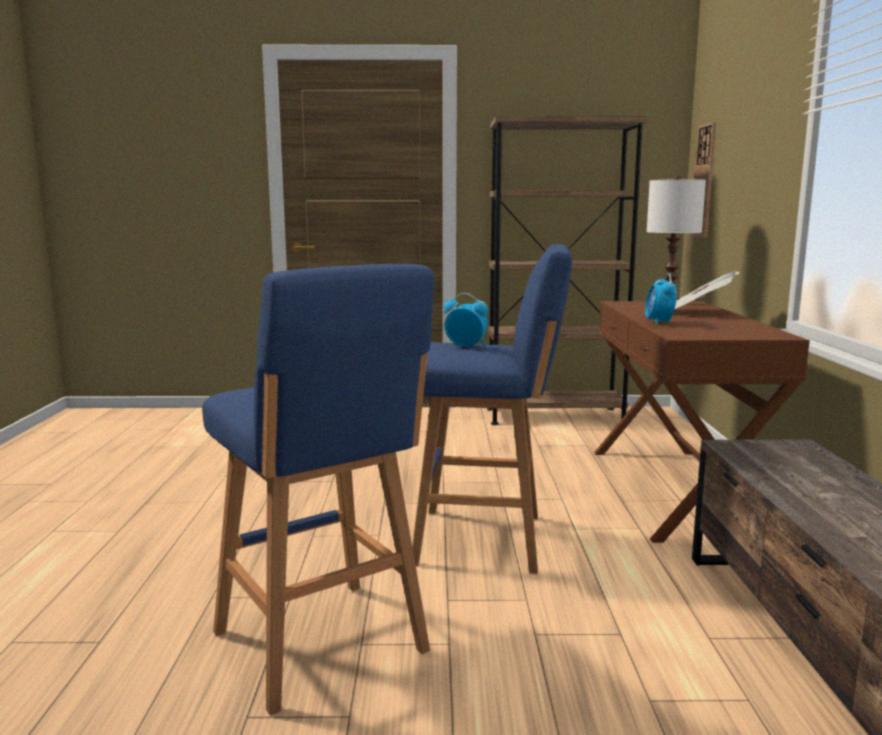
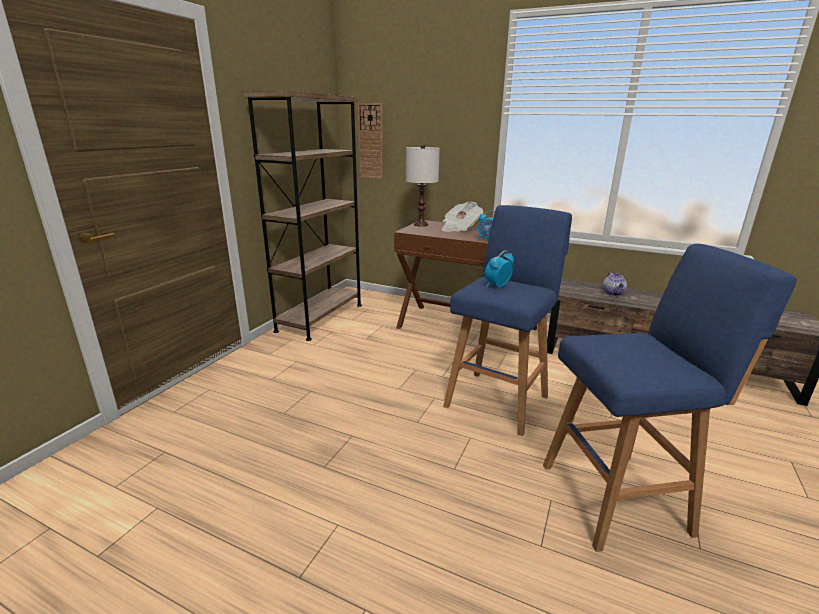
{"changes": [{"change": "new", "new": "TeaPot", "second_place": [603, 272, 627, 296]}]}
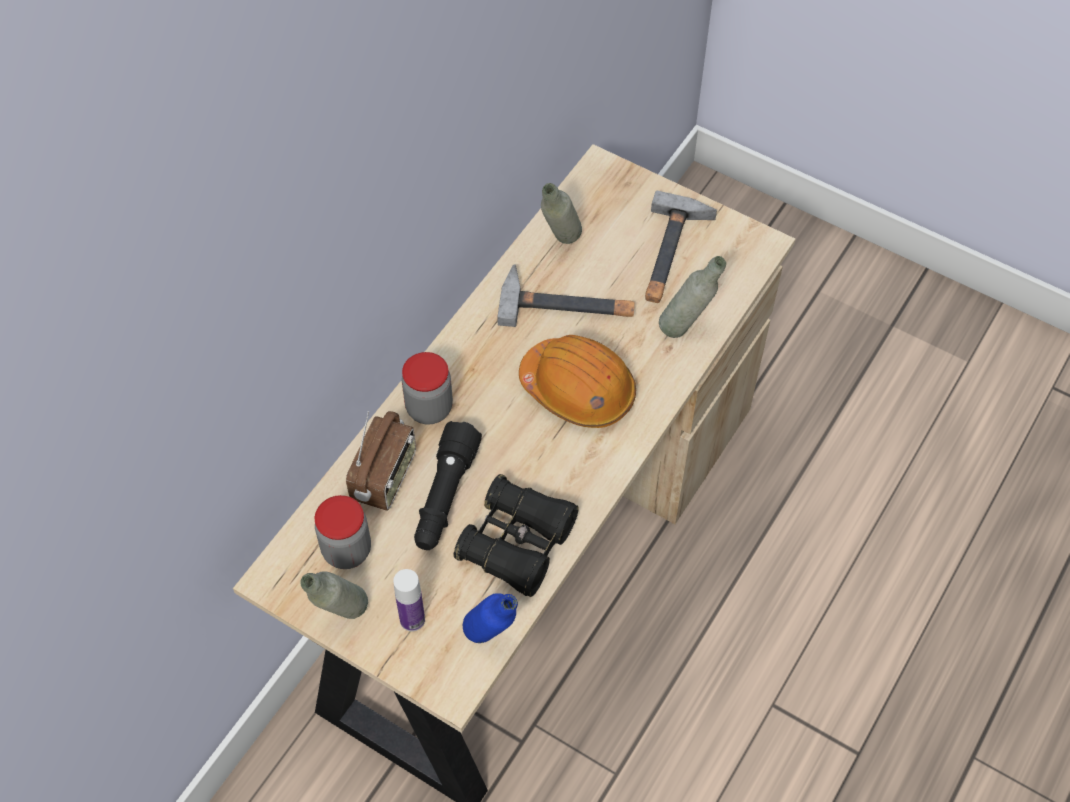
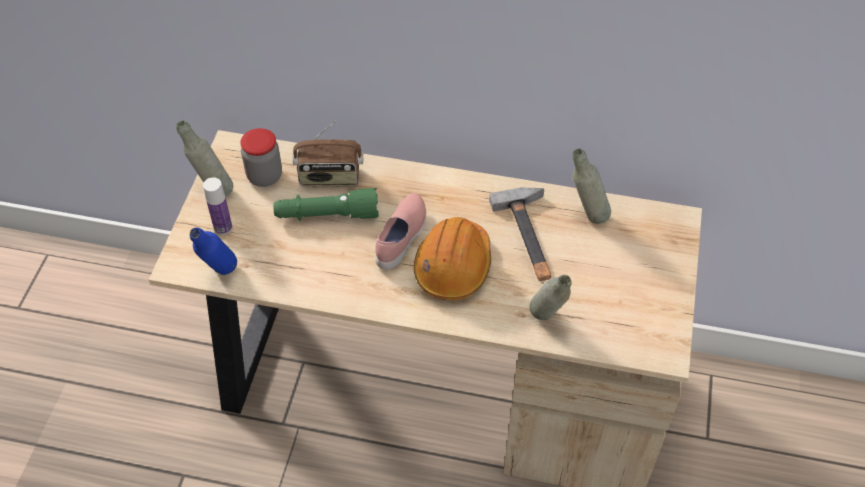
{"changes": [{"change": "repainted", "old": "BlackColouredTorch", "new": "GreenColouredTorch", "first_place": [414, 421, 482, 550], "second_place": [273, 188, 379, 221]}, {"change": "new", "new": "PinkishShoe", "second_place": [375, 193, 426, 270]}, {"change": "gone", "old": "PreserveJar", "first_place": [402, 352, 453, 425]}, {"change": "gone", "old": "BlackColouredPairOfBinoculars", "first_place": [454, 474, 579, 597]}, {"change": "gone", "old": "Hammer", "first_place": [645, 191, 717, 303]}]}
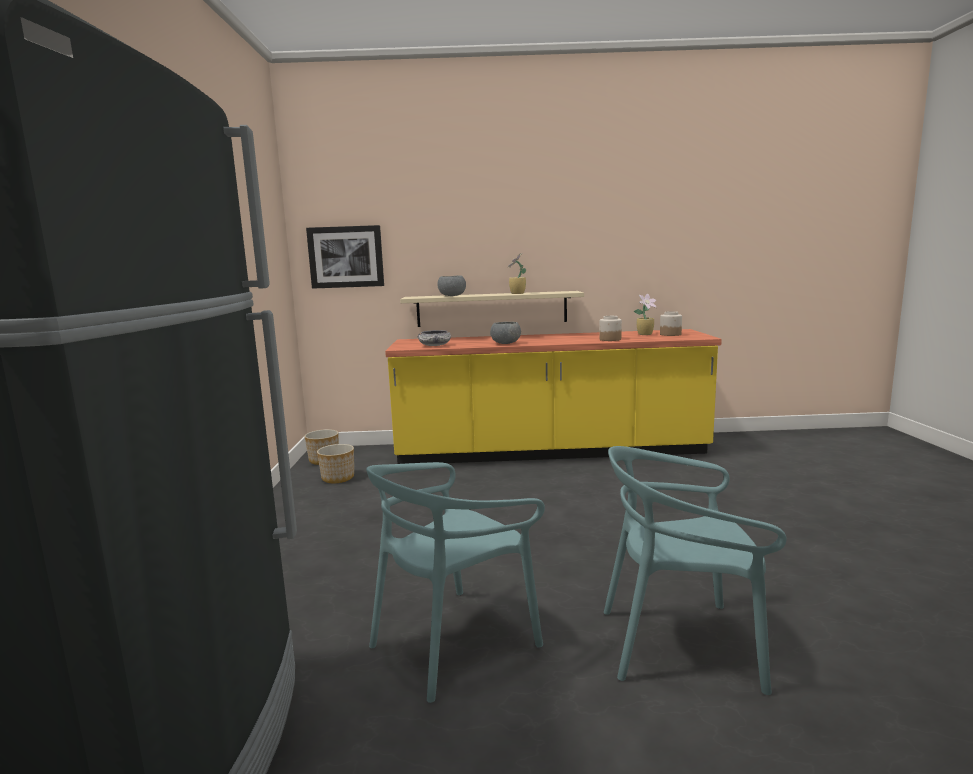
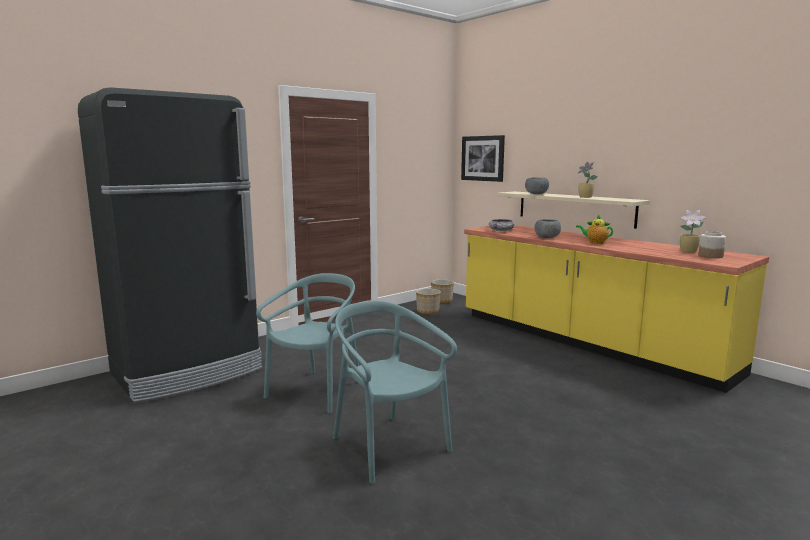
{"changes": [{"change": "rotated", "old": "TurquoiseUprightChair", "first_place": [366, 462, 545, 703], "second_place": [256, 273, 359, 414], "degrees": 105}, {"change": "new", "new": "TeaPot", "second_place": [576, 214, 613, 244]}, {"change": "gone", "old": "PreserveJar", "first_place": [599, 316, 622, 341]}]}
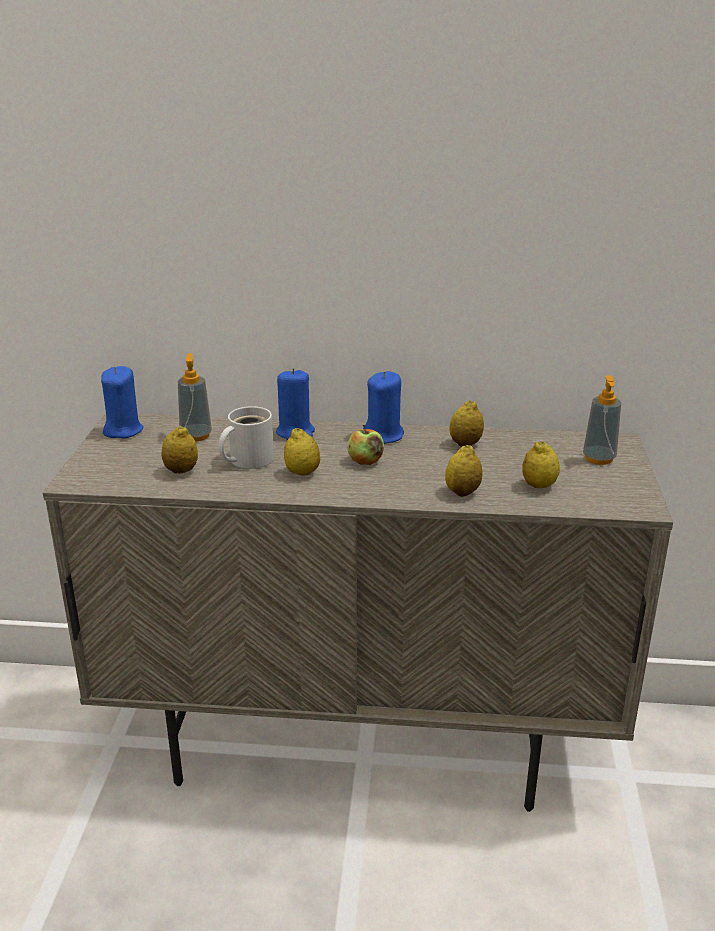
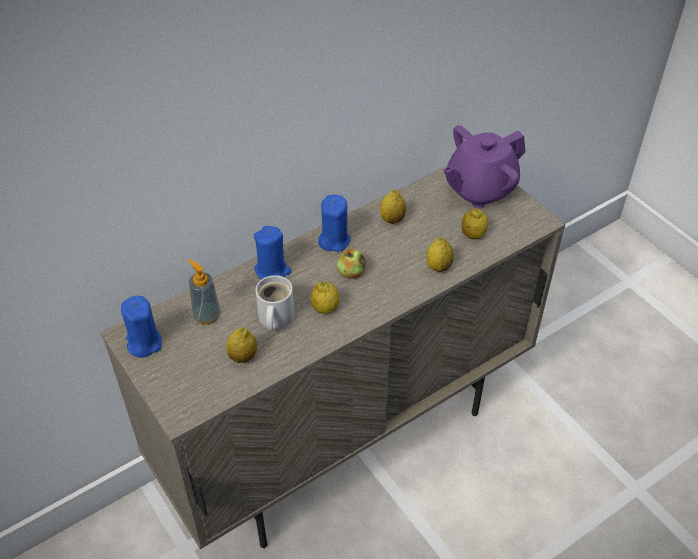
{"changes": [{"change": "swapped", "old": "SoapBottle", "new": "PurpleTeaPot", "first_place": [583, 375, 621, 465], "second_place": [444, 125, 526, 208]}]}
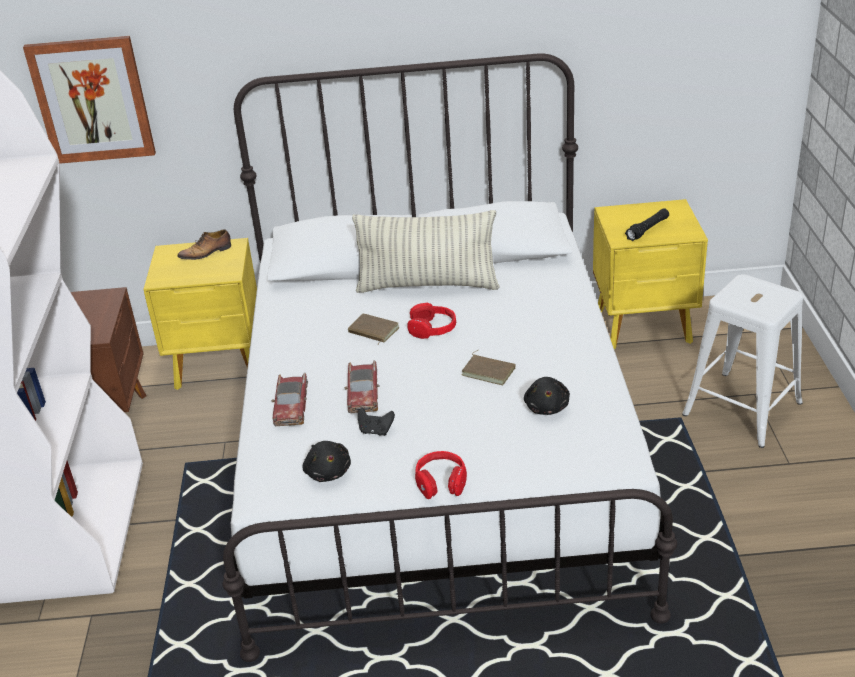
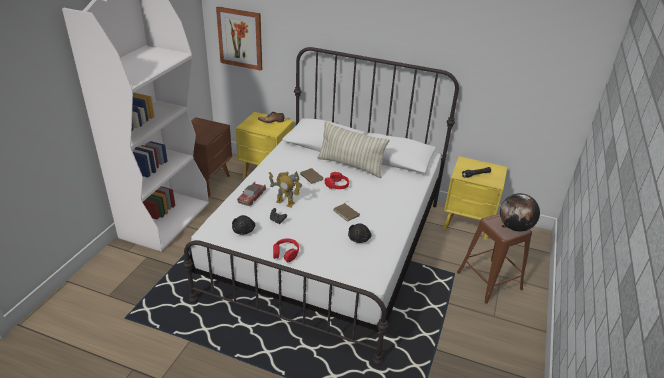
{"changes": [{"change": "swapped", "old": "ToyCar", "new": "ModelRobot", "first_place": [344, 360, 379, 413], "second_place": [269, 171, 302, 208]}, {"change": "repainted", "old": "WhiteSittingStool", "new": "BrownishSittingStool", "first_place": [682, 274, 803, 448], "second_place": [457, 213, 532, 304]}, {"change": "new", "new": "WorldGlobe", "second_place": [500, 193, 540, 231]}]}
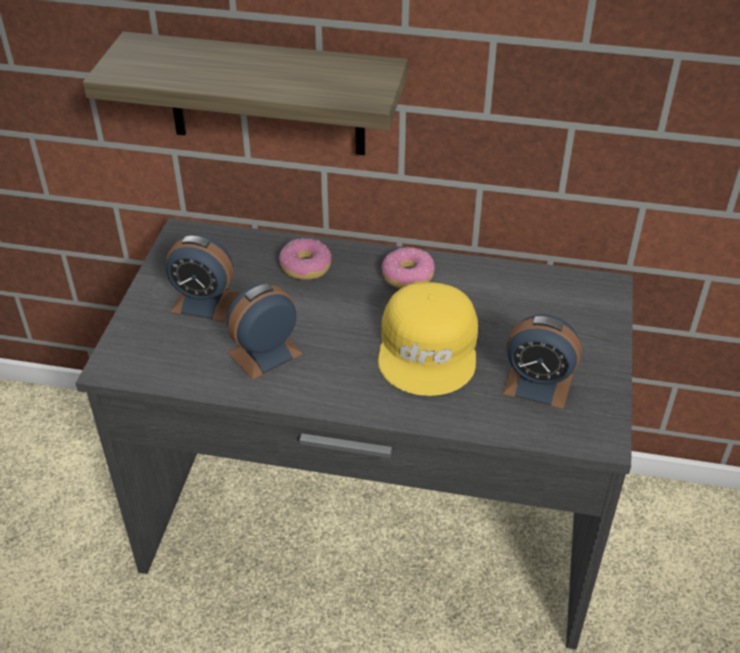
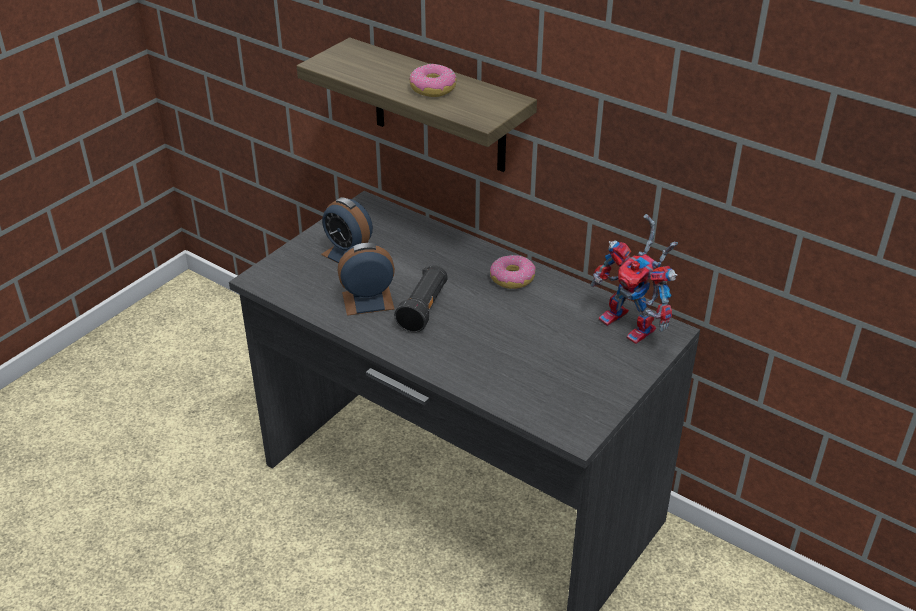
{"changes": [{"change": "new", "new": "BlackColouredTorch", "second_place": [394, 265, 448, 332]}, {"change": "shifted", "old": "Doughnut", "first_place": [279, 238, 332, 280], "second_place": [410, 64, 456, 97]}, {"change": "new", "new": "ModelRobot", "second_place": [591, 214, 678, 344]}, {"change": "gone", "old": "YellowPeakedCap", "first_place": [378, 282, 478, 396]}, {"change": "gone", "old": "TableClock", "first_place": [502, 314, 582, 409]}]}
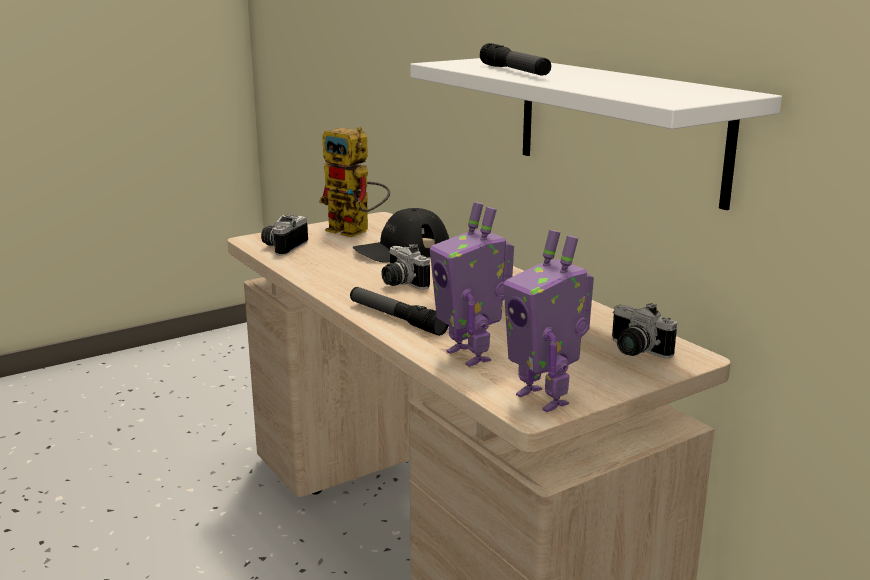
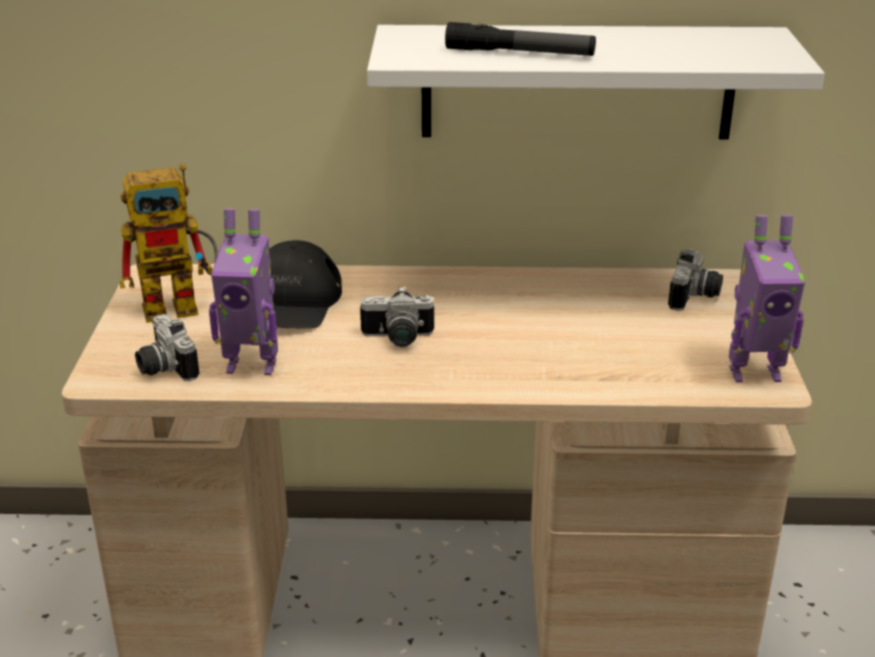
{"changes": [{"change": "shifted", "old": "ModelRobot", "first_place": [430, 202, 514, 367], "second_place": [209, 208, 278, 375]}, {"change": "rotated", "old": "PhotoCamera", "first_place": [612, 303, 677, 358], "second_place": [668, 249, 723, 311], "degrees": -60}, {"change": "gone", "old": "Torch", "first_place": [350, 287, 449, 336]}]}
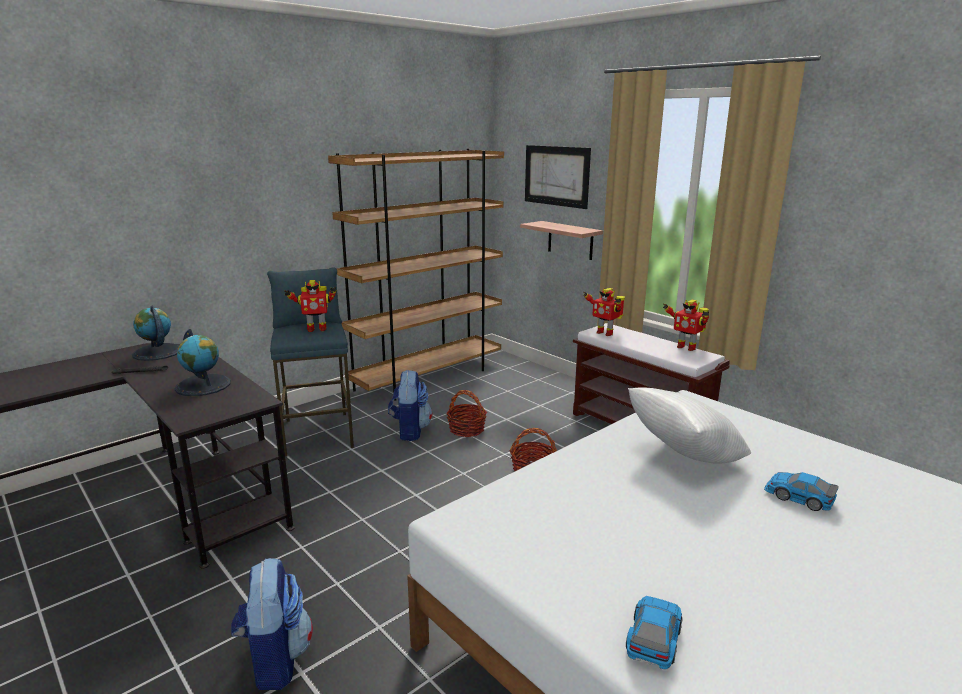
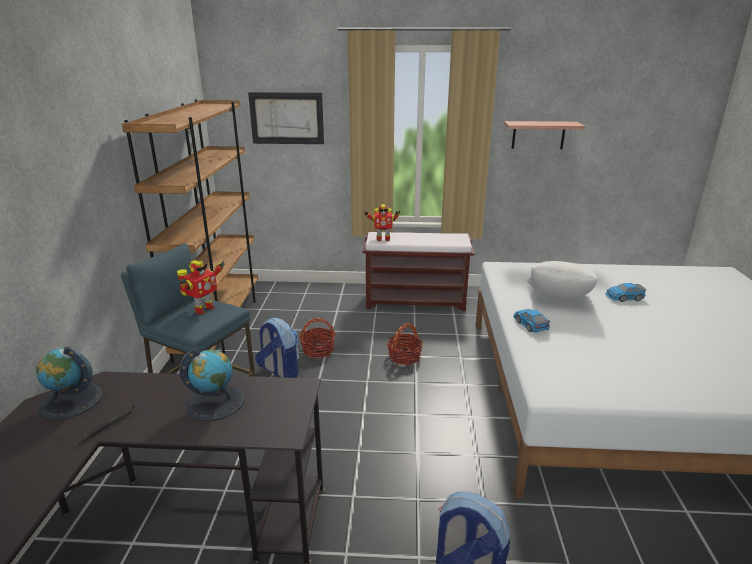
{"changes": [{"change": "shifted", "old": "BracketShelf", "first_place": [520, 221, 603, 260], "second_place": [504, 121, 585, 149]}, {"change": "shifted", "old": "ToyCar", "first_place": [626, 596, 682, 669], "second_place": [513, 309, 550, 333]}, {"change": "gone", "old": "ModelRobot", "first_place": [663, 300, 709, 351]}]}
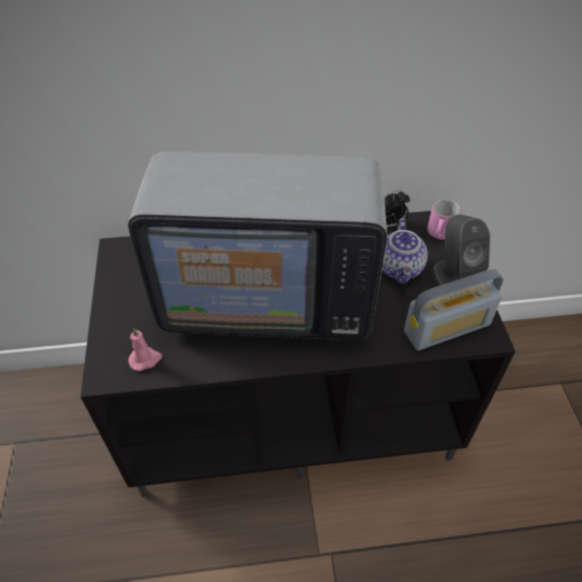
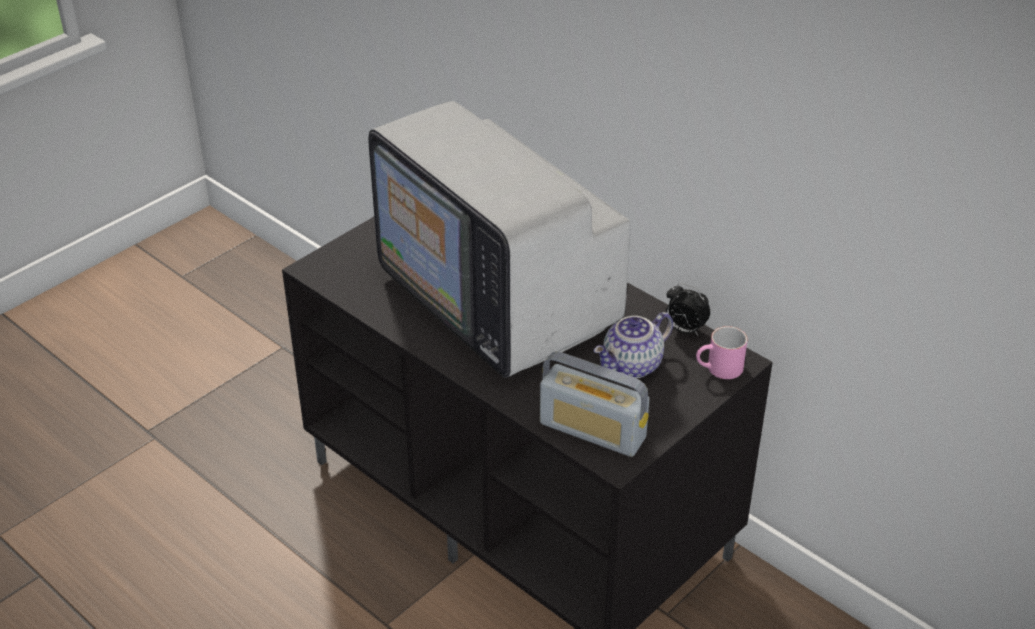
{"changes": [{"change": "gone", "old": "PinkishWaxCandle", "first_place": [128, 328, 162, 371]}, {"change": "gone", "old": "GreyishLoudspeaker", "first_place": [433, 215, 490, 286]}]}
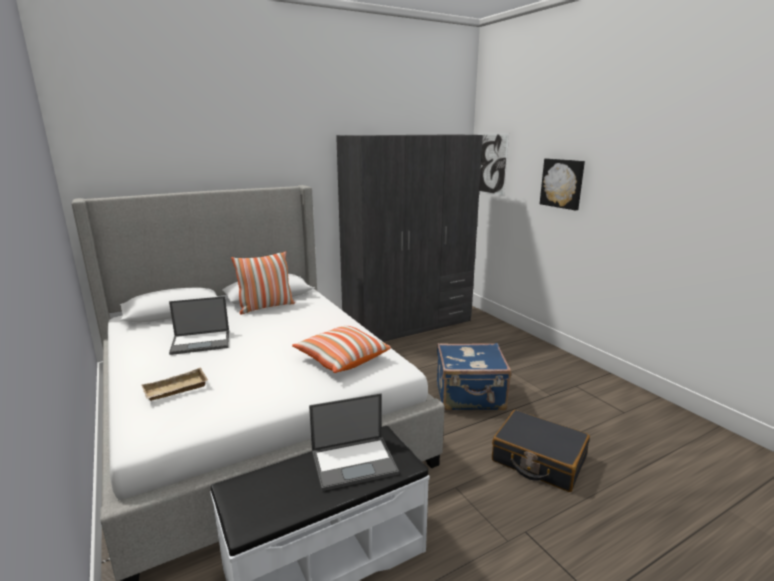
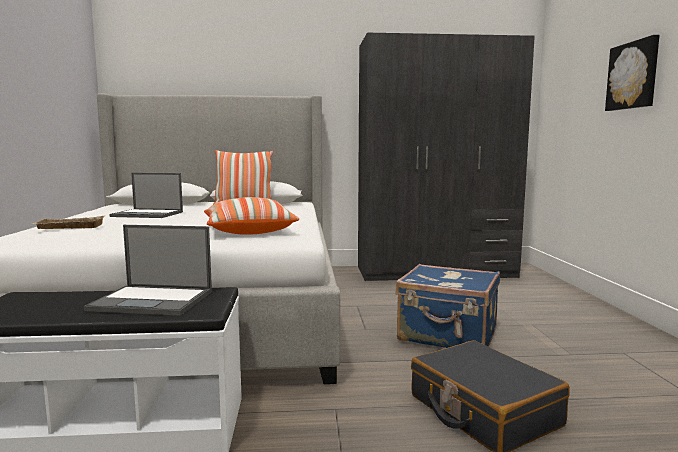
{"changes": [{"change": "gone", "old": "WallArt", "first_place": [478, 133, 509, 196]}]}
